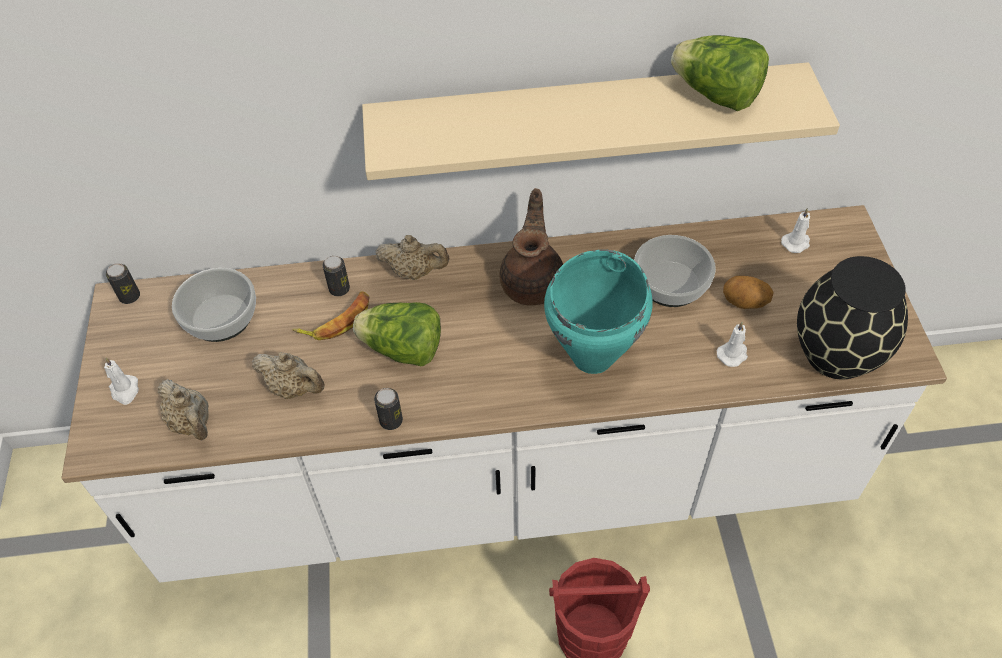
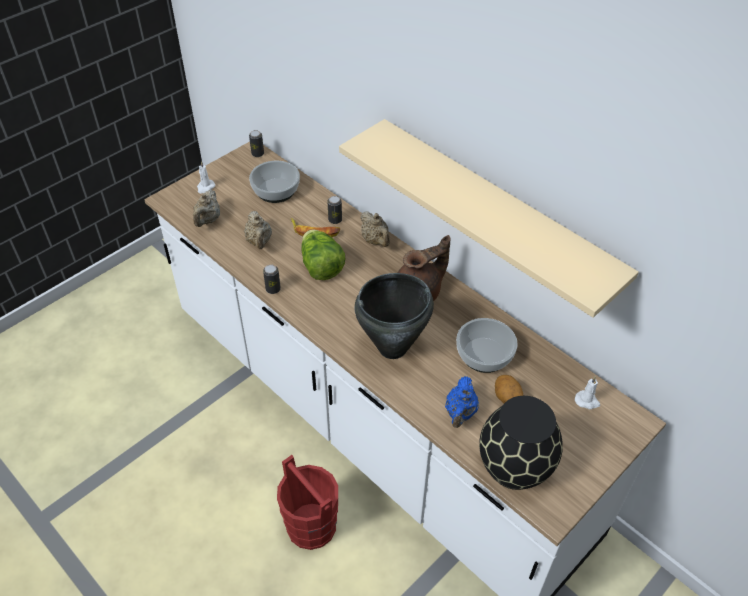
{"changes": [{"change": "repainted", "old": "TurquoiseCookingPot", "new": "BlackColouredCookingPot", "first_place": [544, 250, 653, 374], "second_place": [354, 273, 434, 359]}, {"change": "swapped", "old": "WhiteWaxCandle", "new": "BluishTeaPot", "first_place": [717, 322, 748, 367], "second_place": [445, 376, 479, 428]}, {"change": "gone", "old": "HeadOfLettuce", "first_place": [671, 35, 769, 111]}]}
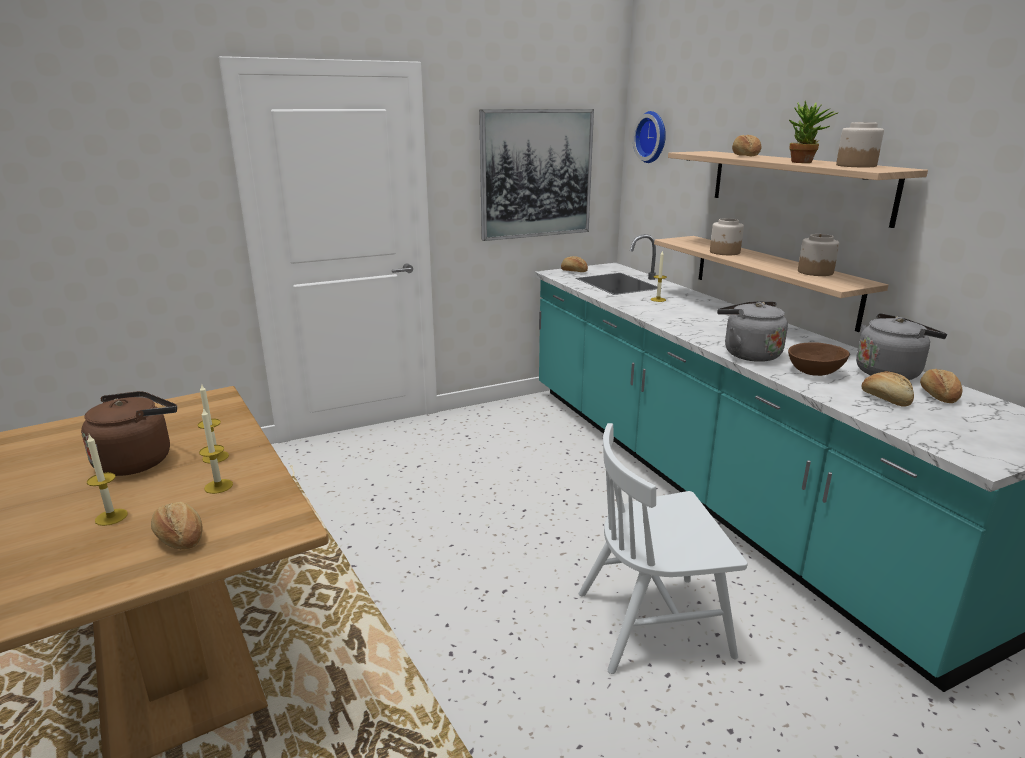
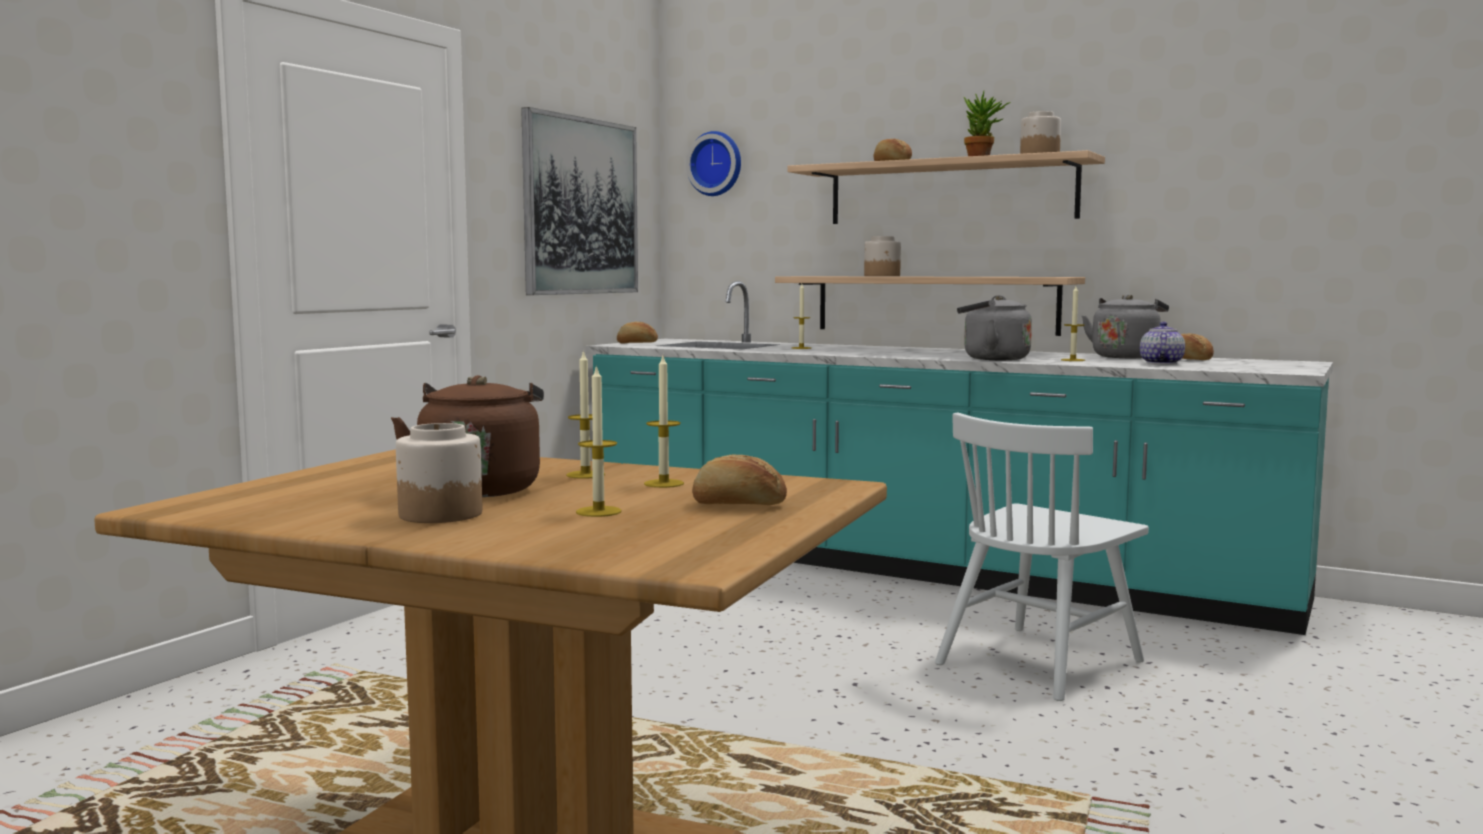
{"changes": [{"change": "shifted", "old": "PreserveJar", "first_place": [798, 234, 839, 276], "second_place": [396, 423, 482, 523]}, {"change": "swapped", "old": "BrownishDeepDish", "new": "WaxCandle", "first_place": [788, 342, 850, 376], "second_place": [1061, 286, 1085, 361]}, {"change": "swapped", "old": "Bread", "new": "TeaPot", "first_place": [862, 371, 914, 407], "second_place": [1140, 322, 1185, 364]}]}
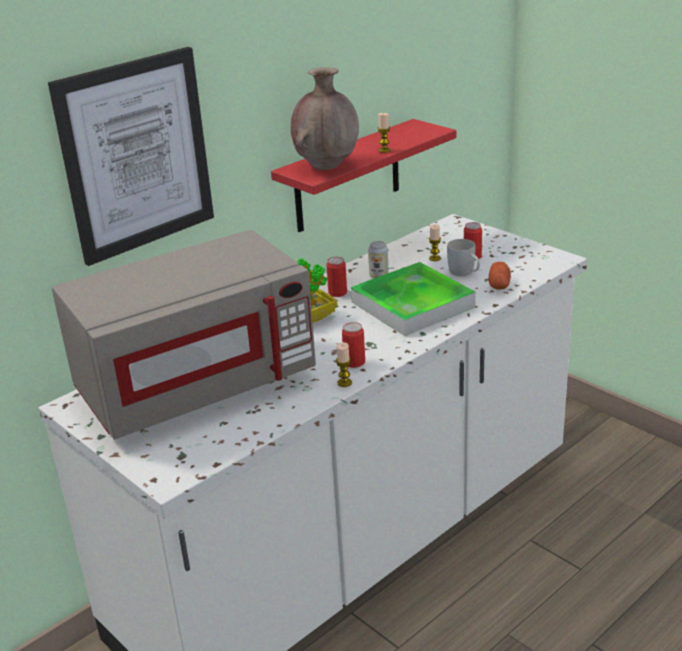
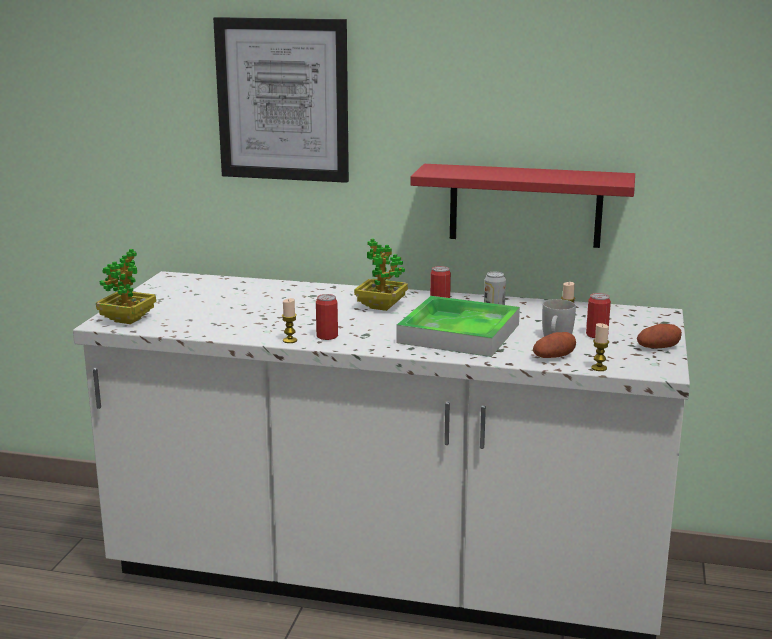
{"changes": [{"change": "new", "new": "PlantInAPot", "second_place": [96, 249, 156, 324]}, {"change": "shifted", "old": "WaxCandle", "first_place": [377, 113, 391, 153], "second_place": [591, 323, 609, 371]}, {"change": "new", "new": "Spud", "second_place": [637, 324, 682, 348]}, {"change": "gone", "old": "GreyishKitchenMicrowave", "first_place": [52, 230, 316, 440]}, {"change": "gone", "old": "BrownishFlowerVase", "first_place": [291, 67, 359, 170]}]}
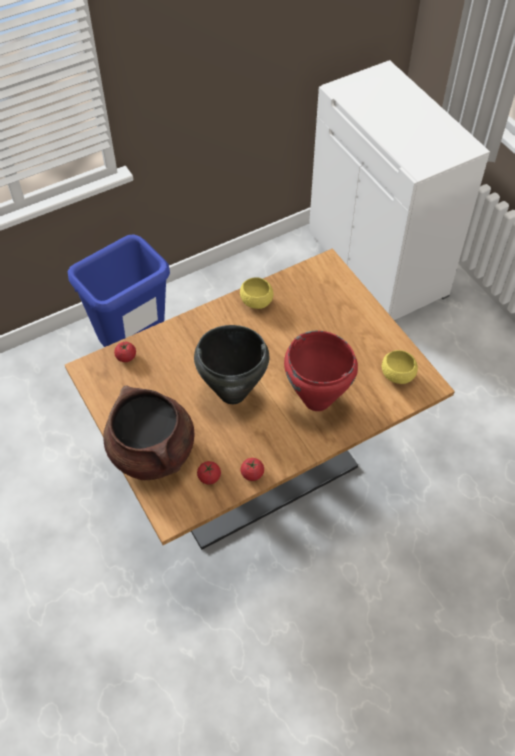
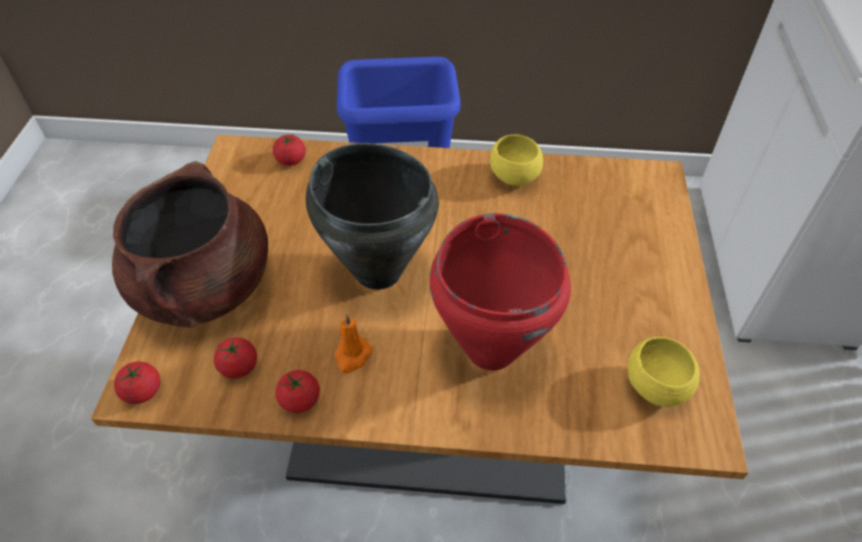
{"changes": [{"change": "new", "new": "WholeTomato", "second_place": [114, 362, 160, 404]}, {"change": "new", "new": "OrangeColouredWaxCandle", "second_place": [334, 314, 372, 374]}]}
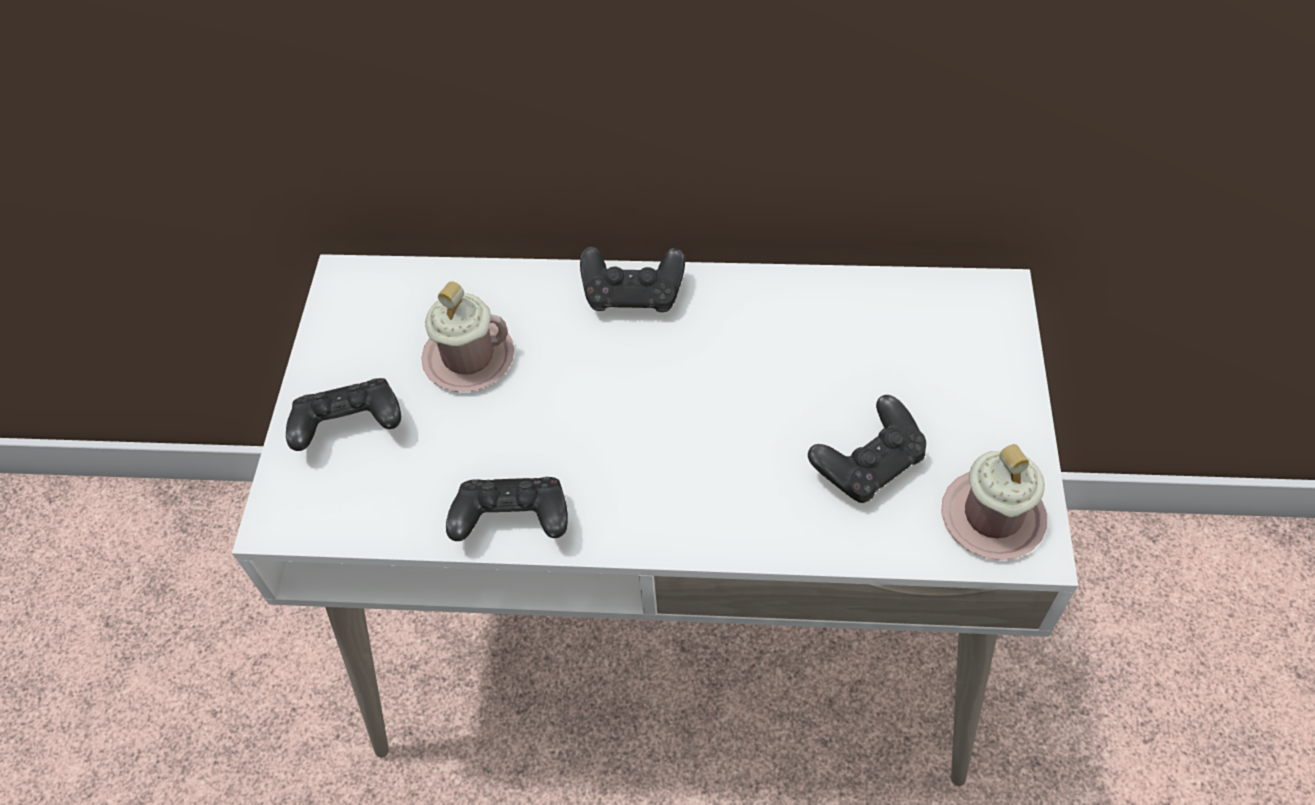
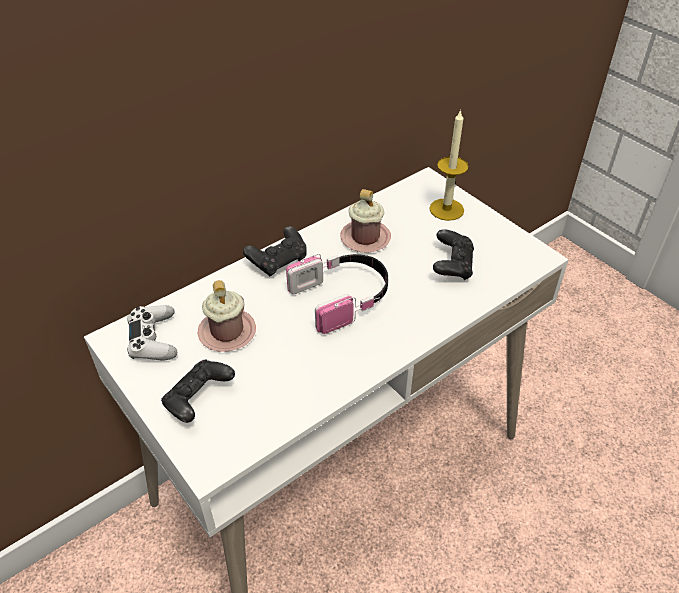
{"changes": [{"change": "new", "new": "WhiteJoypad", "second_place": [127, 305, 177, 360]}, {"change": "new", "new": "Headset", "second_place": [286, 254, 388, 334]}, {"change": "shifted", "old": "PinkishCoffeeMug", "first_place": [941, 444, 1047, 560], "second_place": [340, 189, 391, 253]}, {"change": "new", "new": "WaxCandle", "second_place": [429, 109, 468, 221]}, {"change": "gone", "old": "BlackColouredJoypad", "first_place": [446, 477, 568, 541]}]}
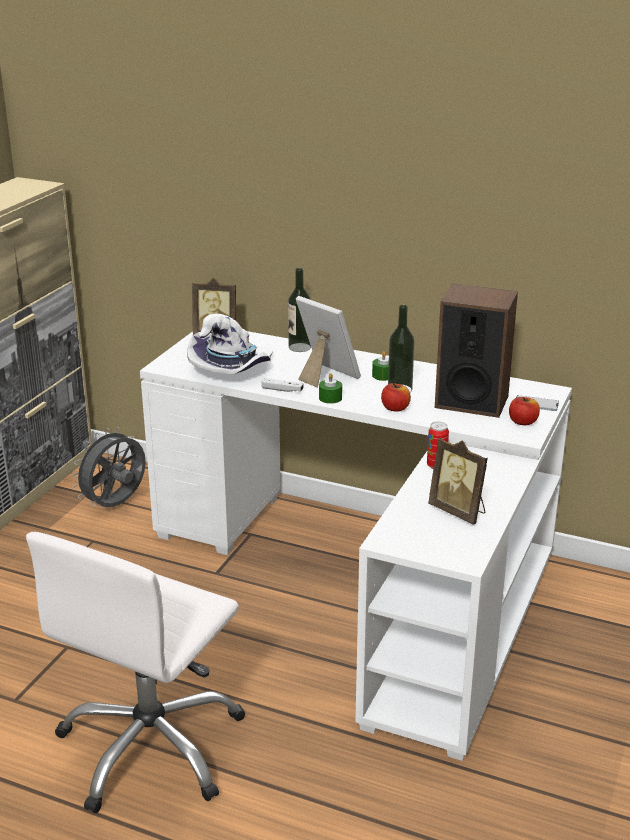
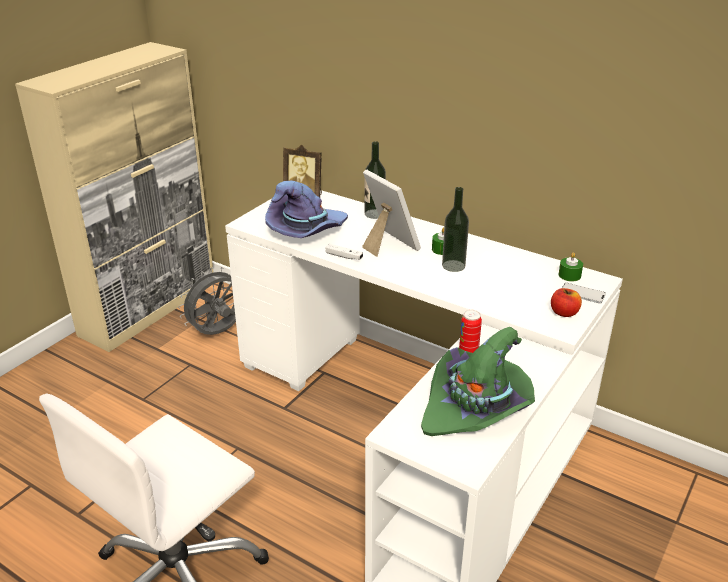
{"changes": [{"change": "repainted", "old": "WhiteWearableHat", "new": "PurpleWearableHat", "first_place": [187, 314, 273, 374], "second_place": [265, 181, 348, 238]}, {"change": "swapped", "old": "PictureFrame", "new": "GreenColouredWearableHat", "first_place": [428, 438, 488, 525], "second_place": [421, 327, 535, 436]}, {"change": "shifted", "old": "GreenColouredWaxCandle", "first_place": [319, 373, 342, 404], "second_place": [559, 252, 583, 282]}, {"change": "gone", "old": "WholeApple", "first_place": [381, 383, 411, 412]}, {"change": "gone", "old": "Loudspeaker", "first_place": [435, 284, 518, 418]}]}
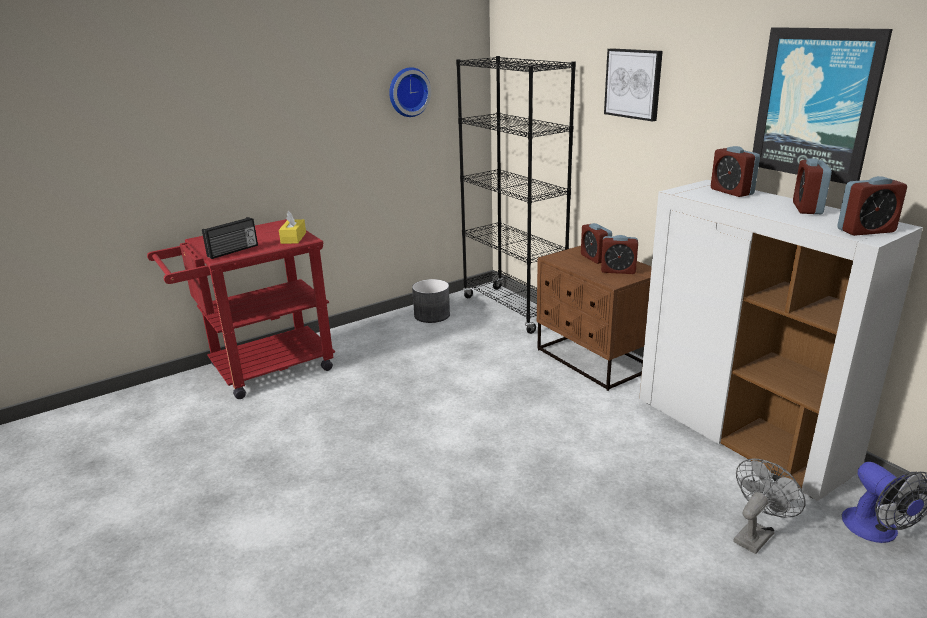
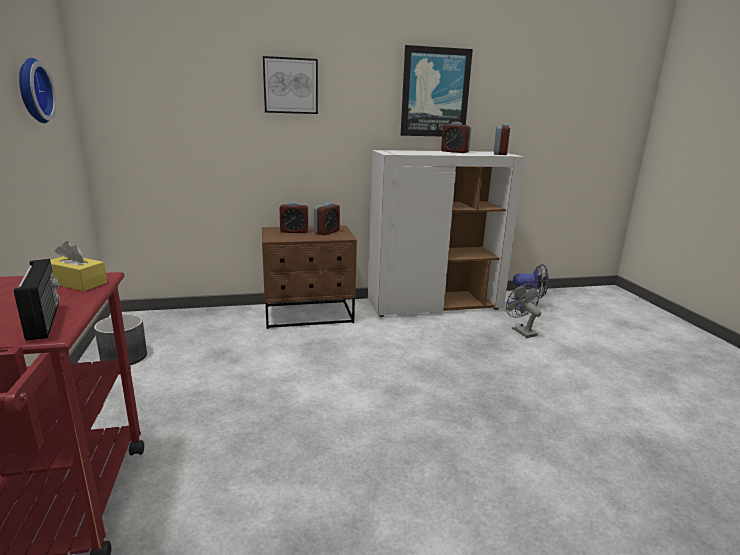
{"changes": [{"change": "gone", "old": "BlackColouredBookshelf", "first_place": [456, 56, 576, 334]}, {"change": "gone", "old": "TableClock", "first_place": [711, 146, 760, 197]}]}
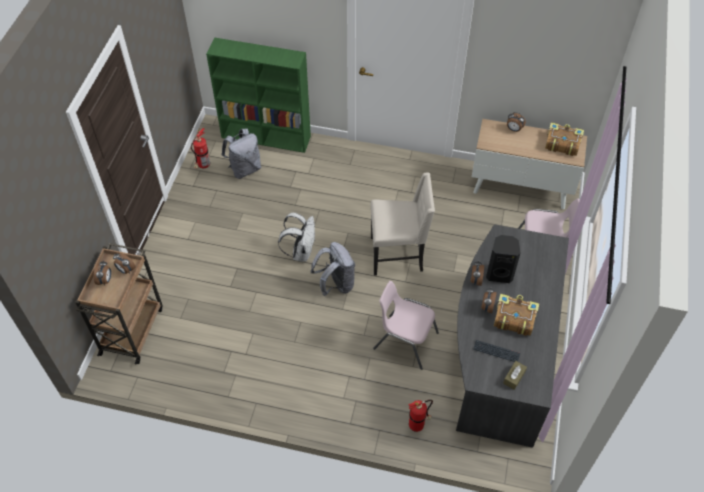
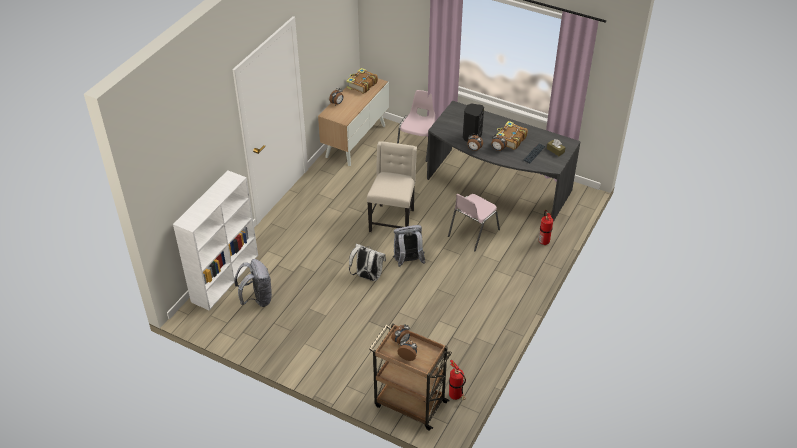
{"changes": [{"change": "repainted", "old": "GreenColouredBookshelf", "new": "WhiteBookshelf", "first_place": [206, 37, 311, 153], "second_place": [173, 170, 258, 310]}, {"change": "shifted", "old": "FireExtinguisher", "first_place": [191, 128, 210, 169], "second_place": [449, 360, 466, 400]}]}
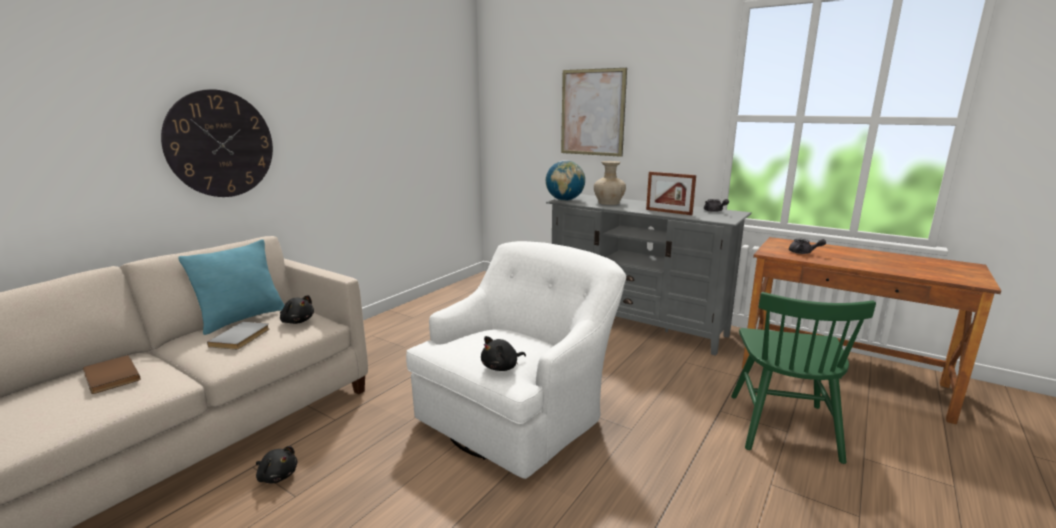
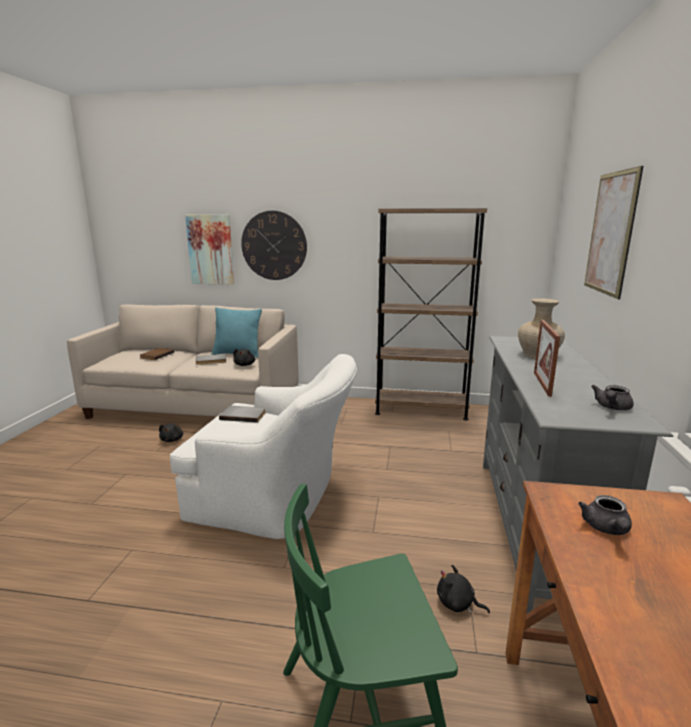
{"changes": [{"change": "new", "new": "WallArt", "second_place": [185, 215, 234, 285]}, {"change": "new", "new": "GreyishBoundBook", "second_place": [219, 406, 266, 423]}, {"change": "new", "new": "BrownishBookshelf", "second_place": [375, 208, 487, 421]}, {"change": "shifted", "old": "BlackColouredSoftToy", "first_place": [481, 336, 526, 371], "second_place": [437, 565, 490, 614]}, {"change": "gone", "old": "WorldGlobe", "first_place": [546, 160, 585, 201]}]}
